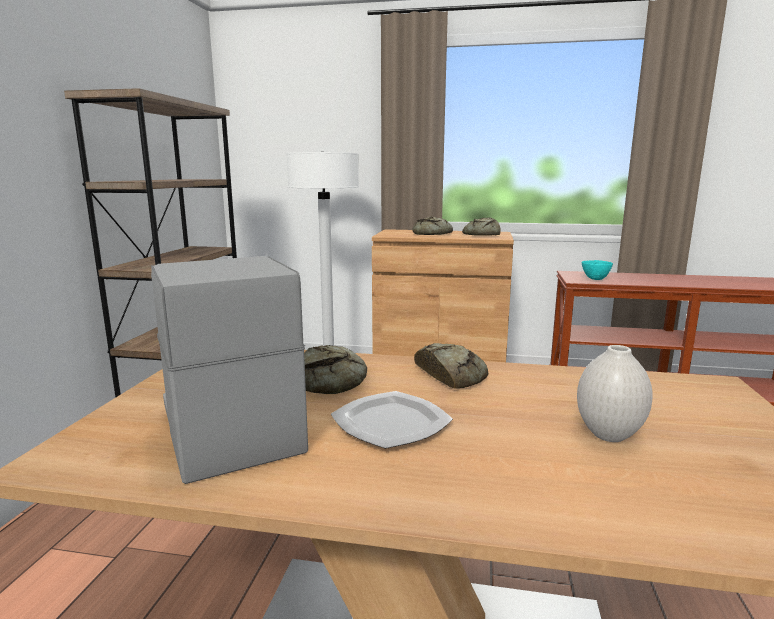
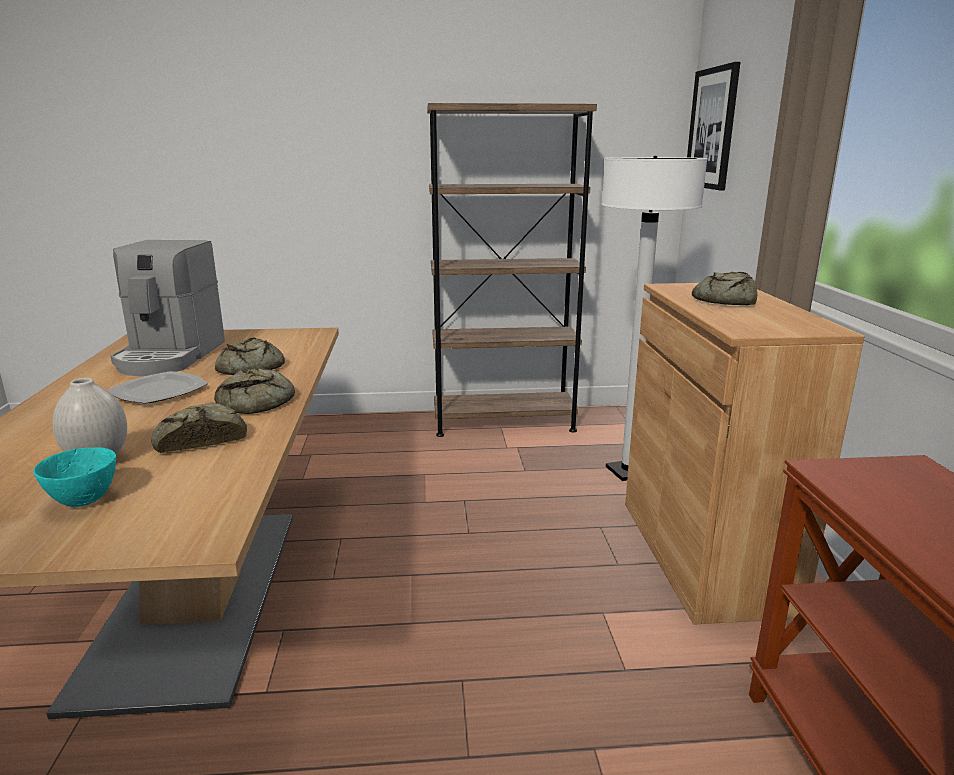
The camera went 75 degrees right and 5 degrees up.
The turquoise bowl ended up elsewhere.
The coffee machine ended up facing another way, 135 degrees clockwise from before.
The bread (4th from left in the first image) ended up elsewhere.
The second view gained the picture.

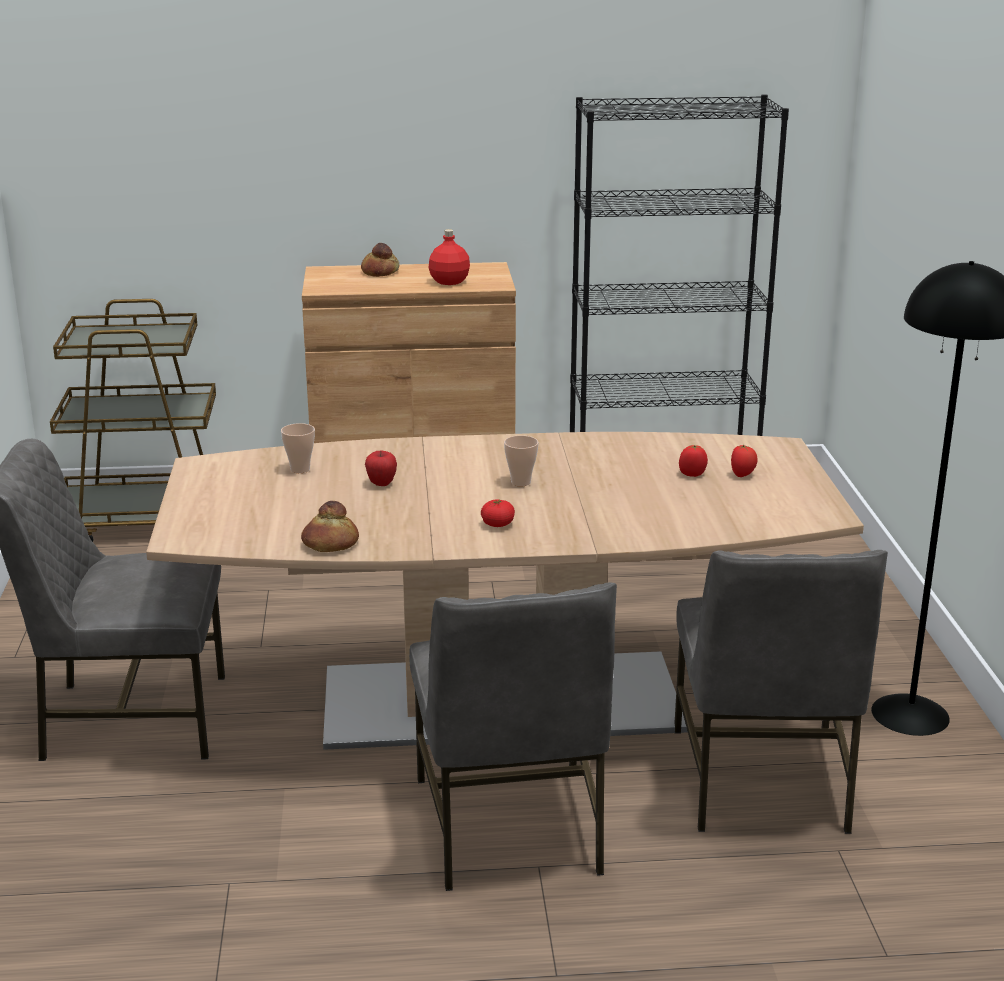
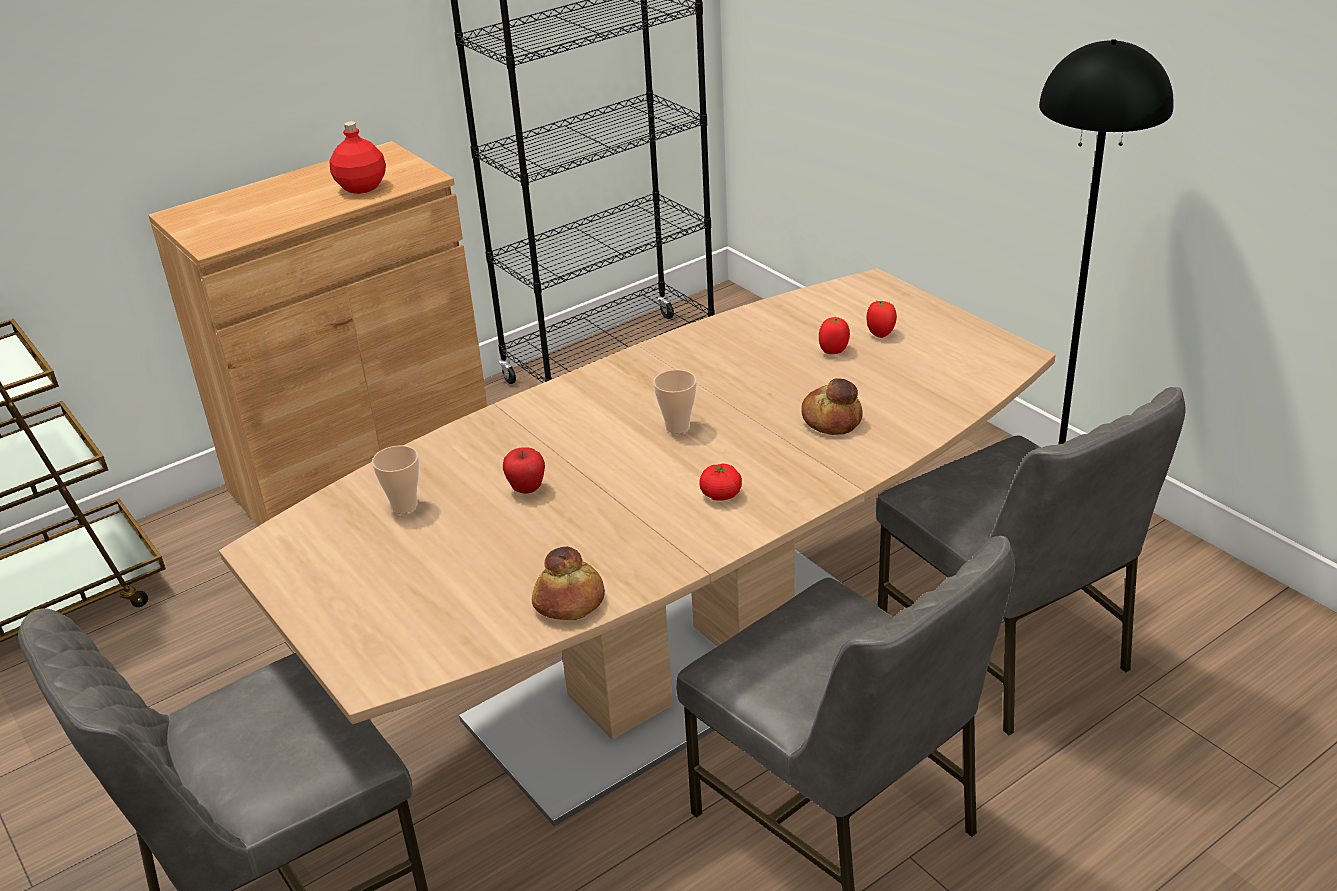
The camera went 30 degrees left and 10 degrees up.
The bread (2nd from left) ended up elsewhere.

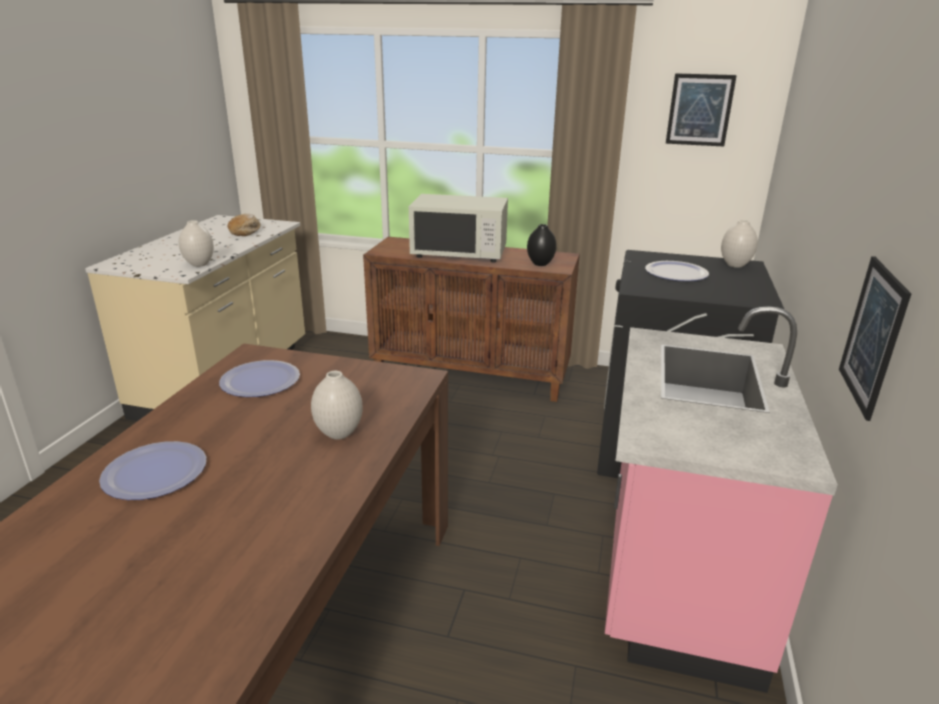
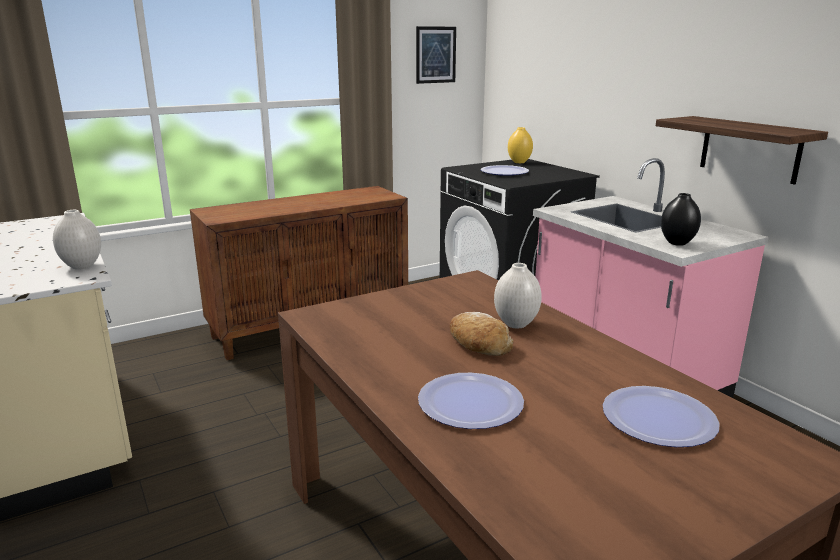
The camera went 45 degrees left and 5 degrees down.
The bread ended up elsewhere.
What was the white vase (3rd from left) turned into the yellow vase.
The plate (2nd from left in the first image) ended up elsewhere.
Where the picture (2nd from left) hung, the shelf came to hang.
The black vase ended up elsewhere.
The second view lost the white microwave.

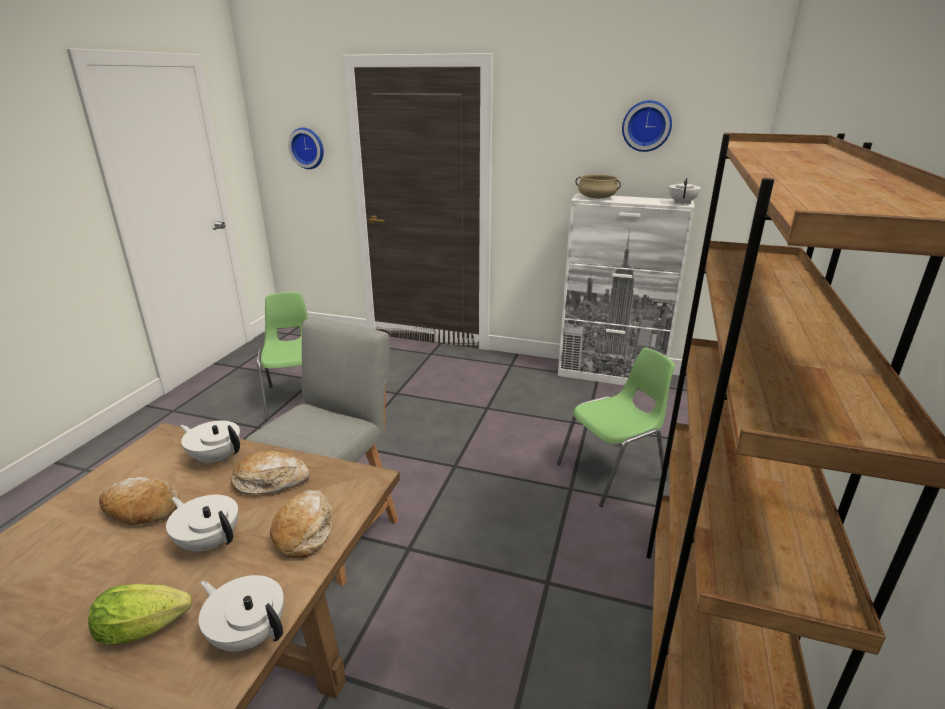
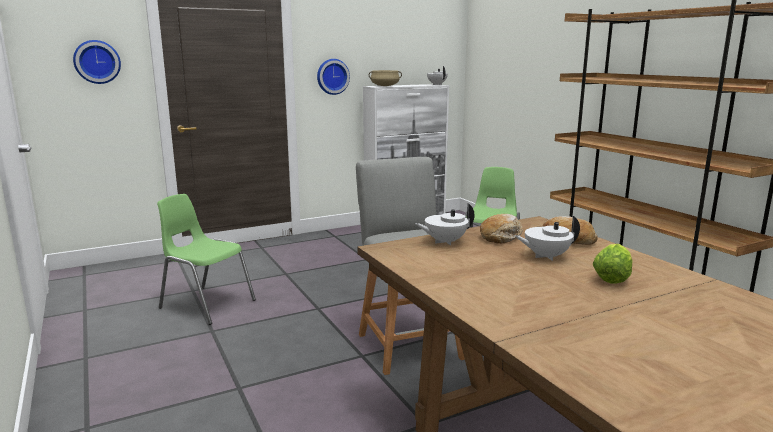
The camera went 45 degrees left and 10 degrees down.
The wall clock (2nd from left) ended up elsewhere.
The second view lost the bread (1st from left).
The second view lost the white teapot (3rd from left).

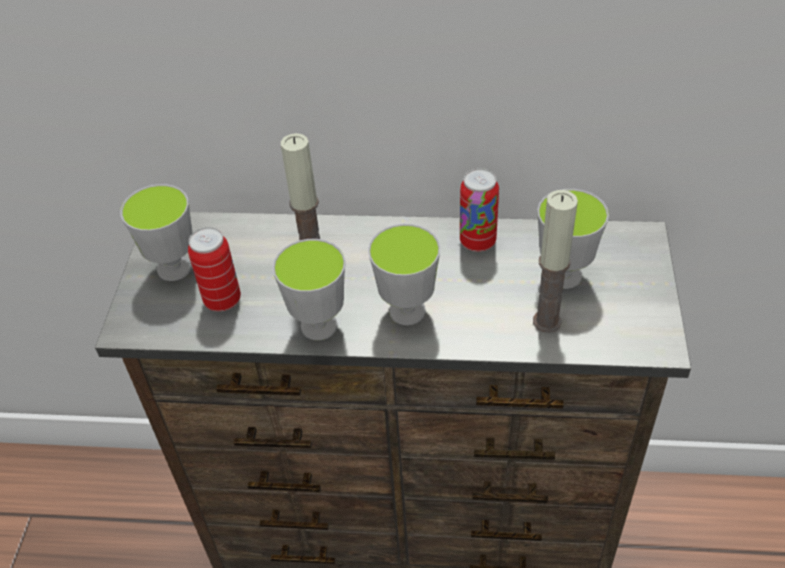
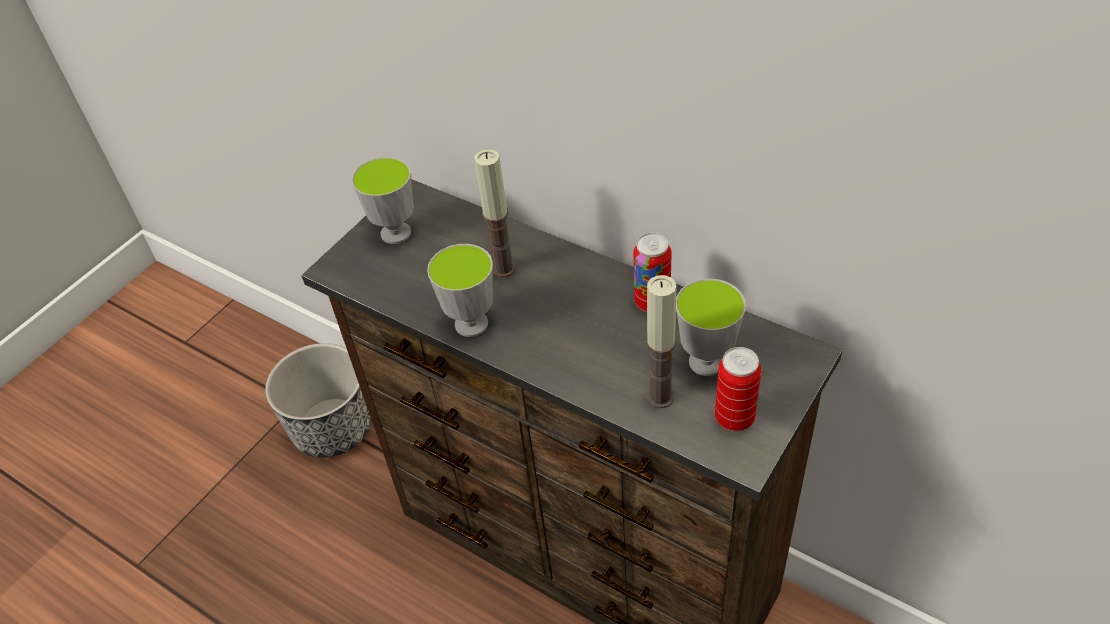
The camera went 30 degrees right and 0 degrees up.
The second view gained the planter.
The can (1st from left in the first image) ended up elsewhere.
The second view lost the cup (3rd from left).

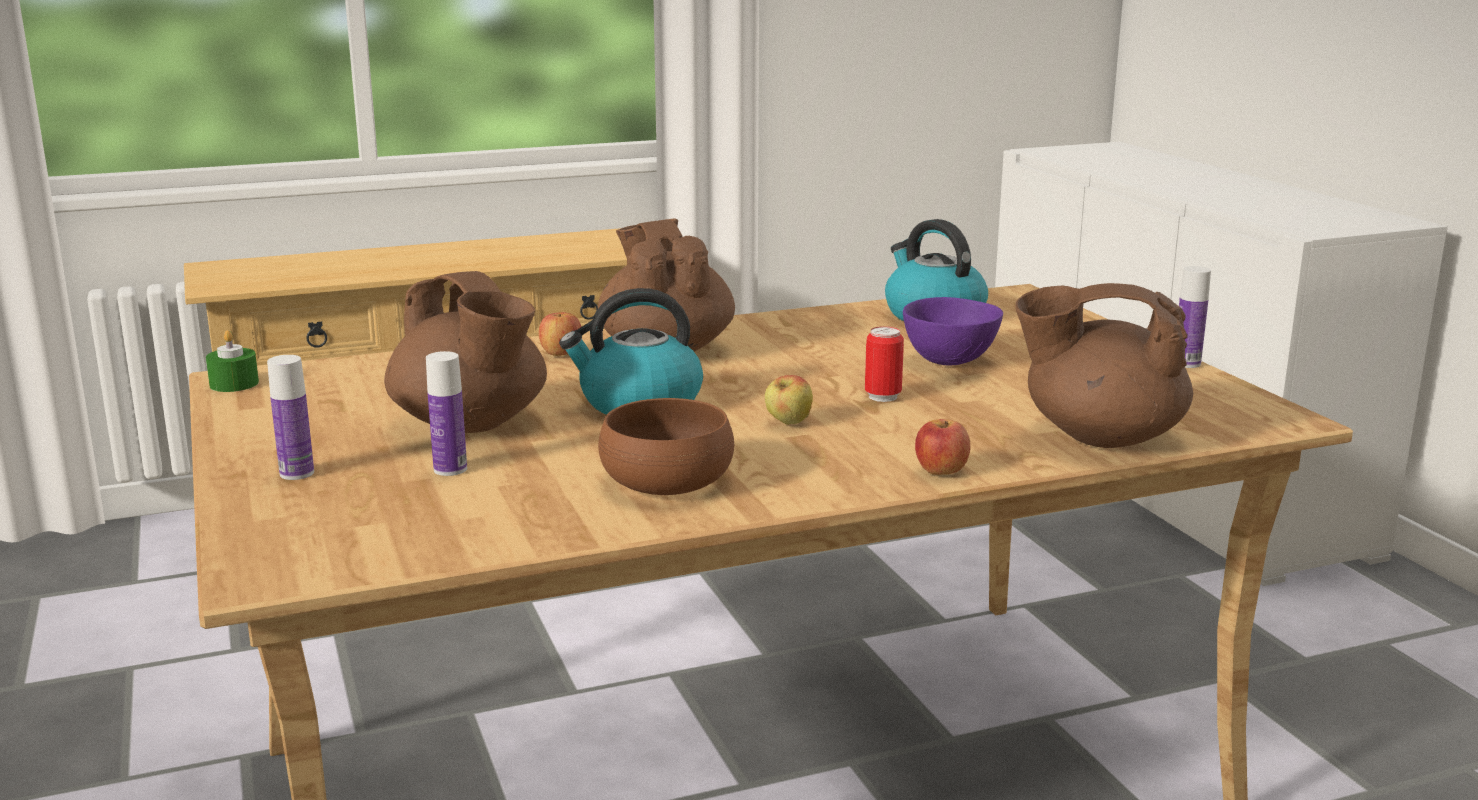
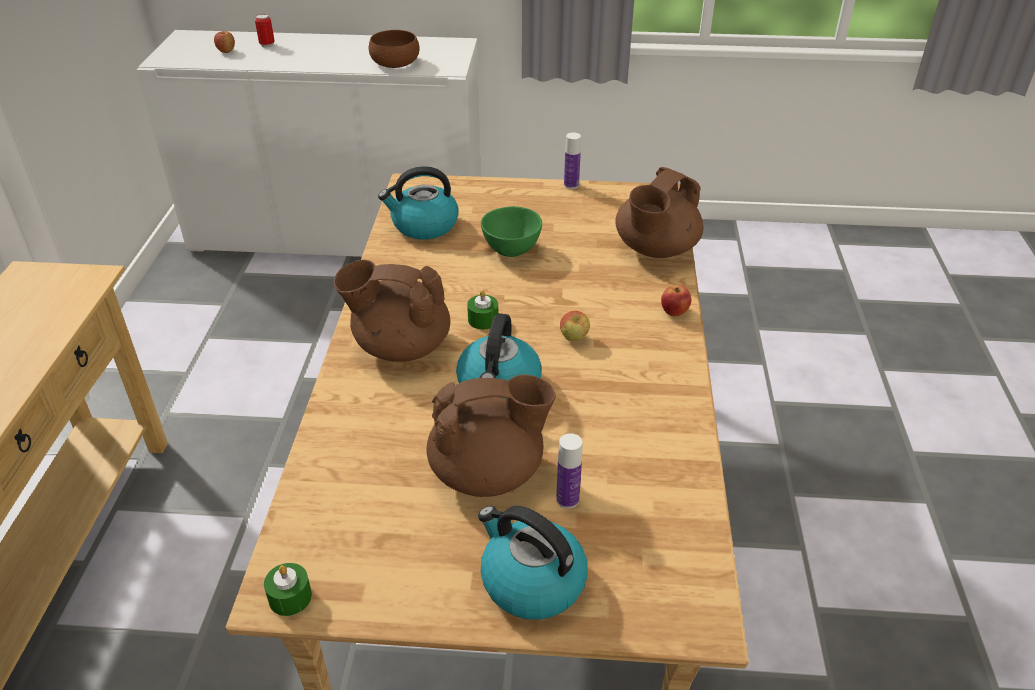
The camera went 65 degrees left and 20 degrees up.
The apple (1st from left) ended up elsewhere.
The can ended up elsewhere.
The brown bowl ended up elsewhere.
The second view gained the green candle (2nd from left).
Where the bottle (1st from left) stood, the kettle (3rd from left) came to stand.
What was the purple bowl turned into the green bowl.

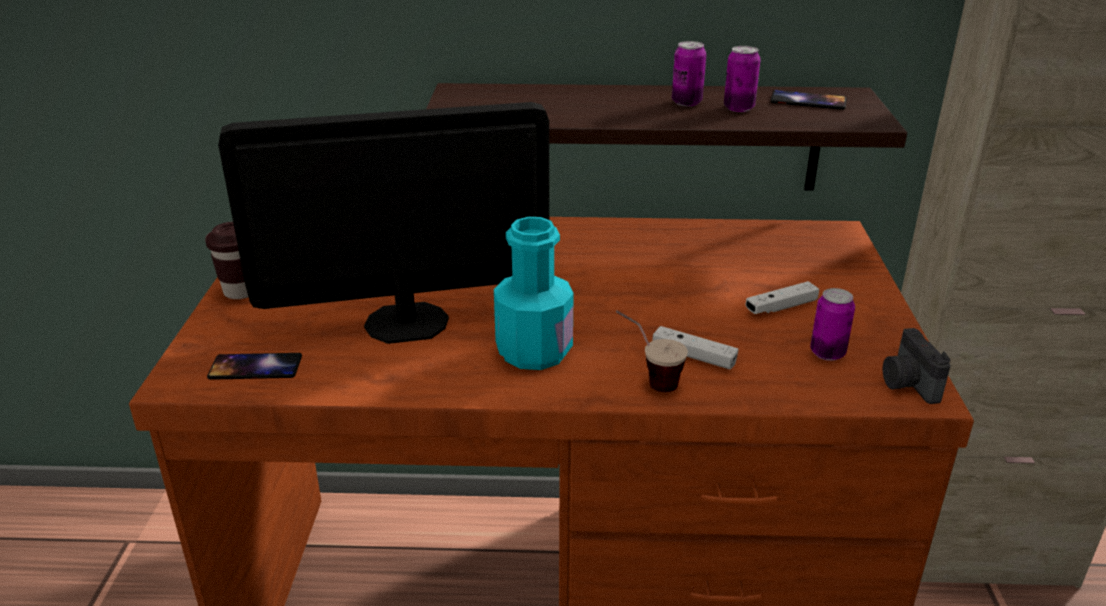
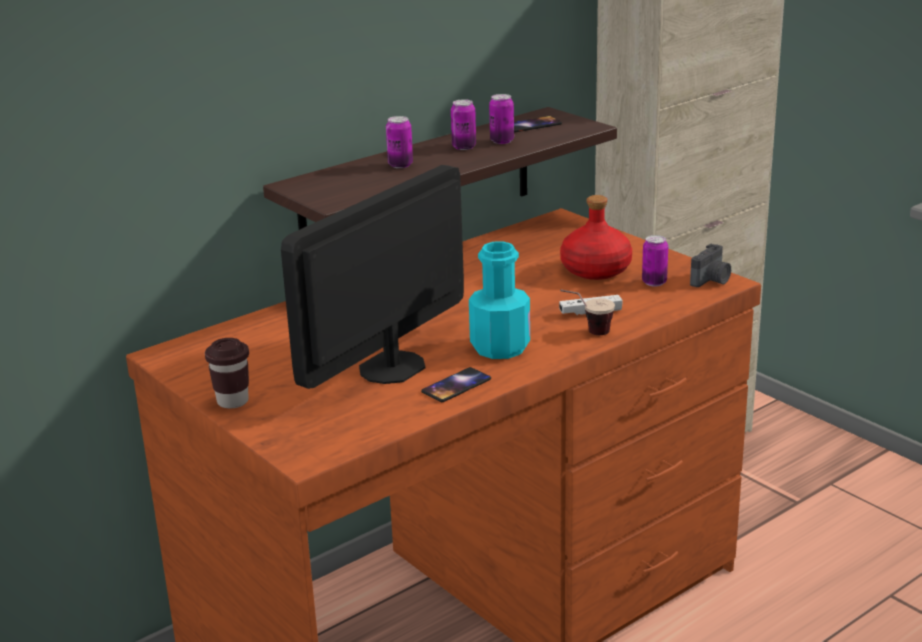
The camera went 40 degrees left and 5 degrees down.
The second view gained the can (1st from left).
The phone (1st from left) ended up elsewhere.
Where the white game controller (2nd from left) stood, the red bottle came to stand.
The photo camera ended up facing another way, 90 degrees counterclockwise from before.

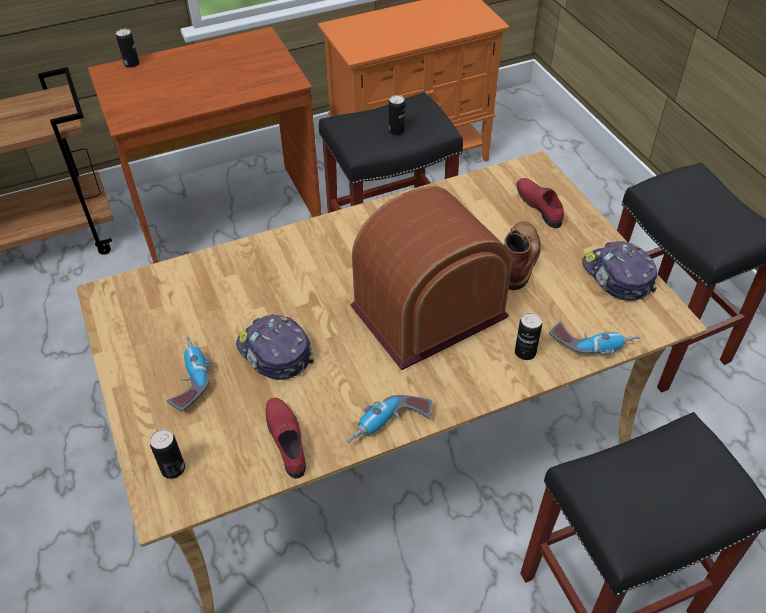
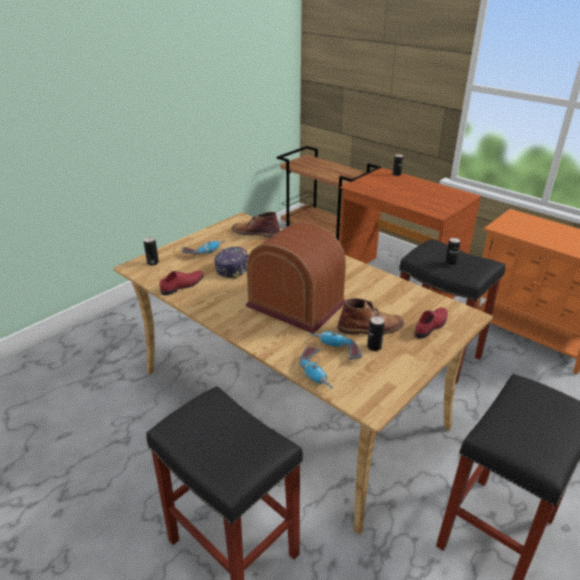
The camera went 65 degrees right and 15 degrees down.
The second view gained the brown boot (1st from left).
The power drill (2nd from left in the first image) ended up elsewhere.
The can (4th from left in the first image) ended up elsewhere.
The second view lost the cap (2nd from left).

